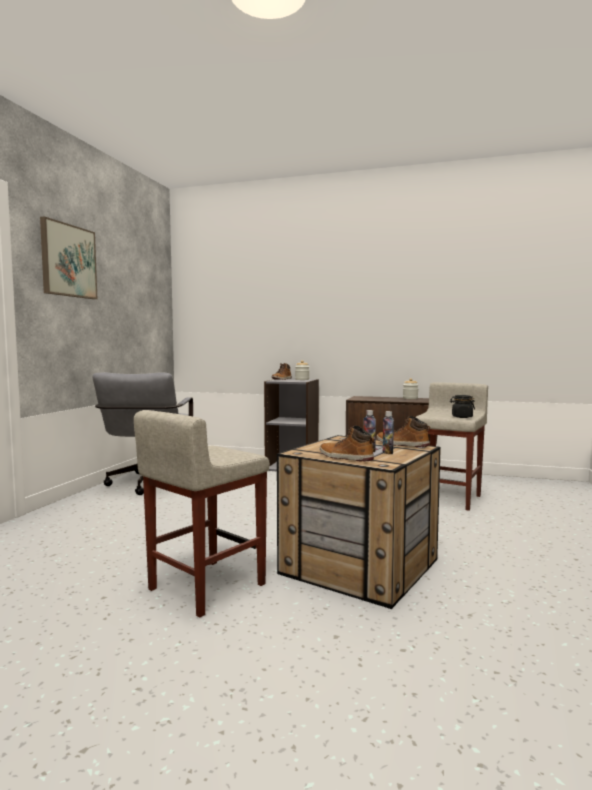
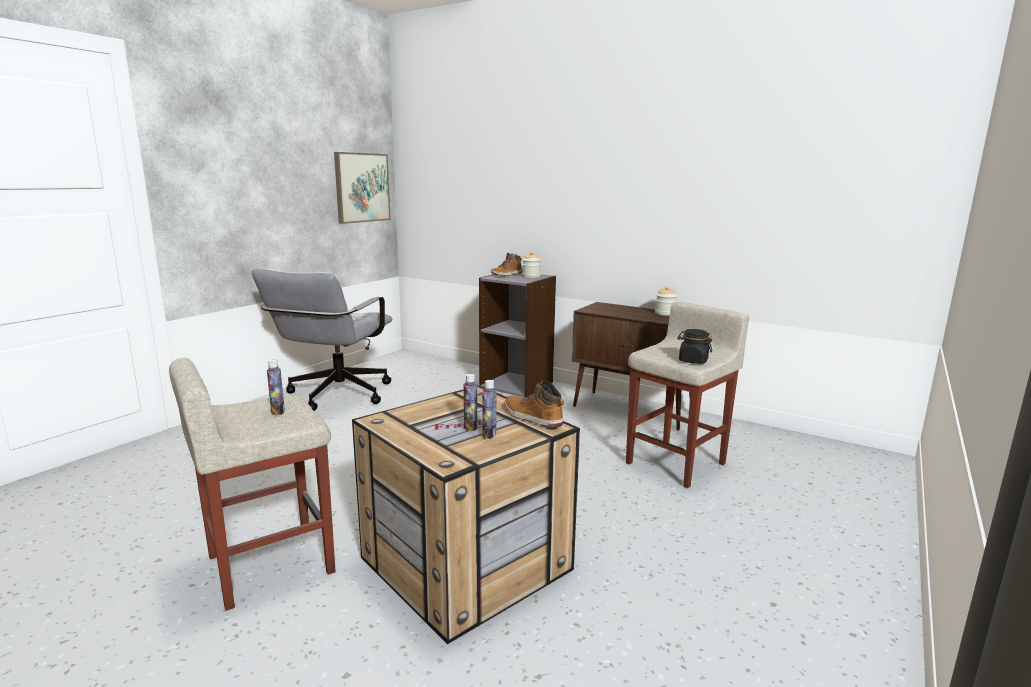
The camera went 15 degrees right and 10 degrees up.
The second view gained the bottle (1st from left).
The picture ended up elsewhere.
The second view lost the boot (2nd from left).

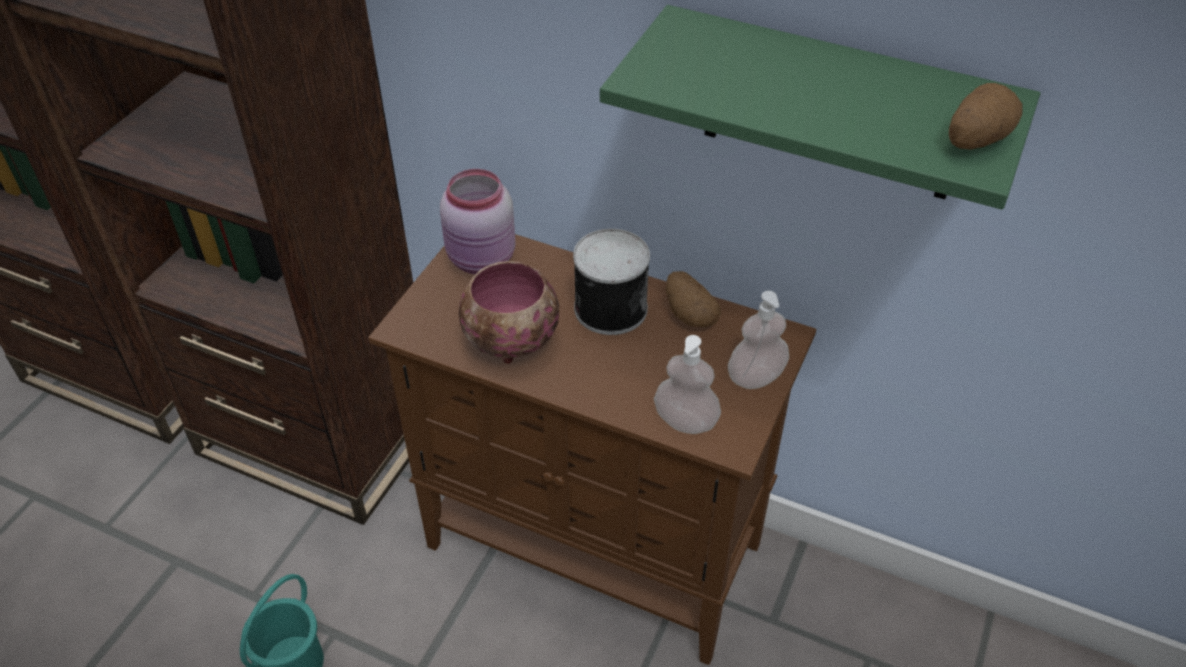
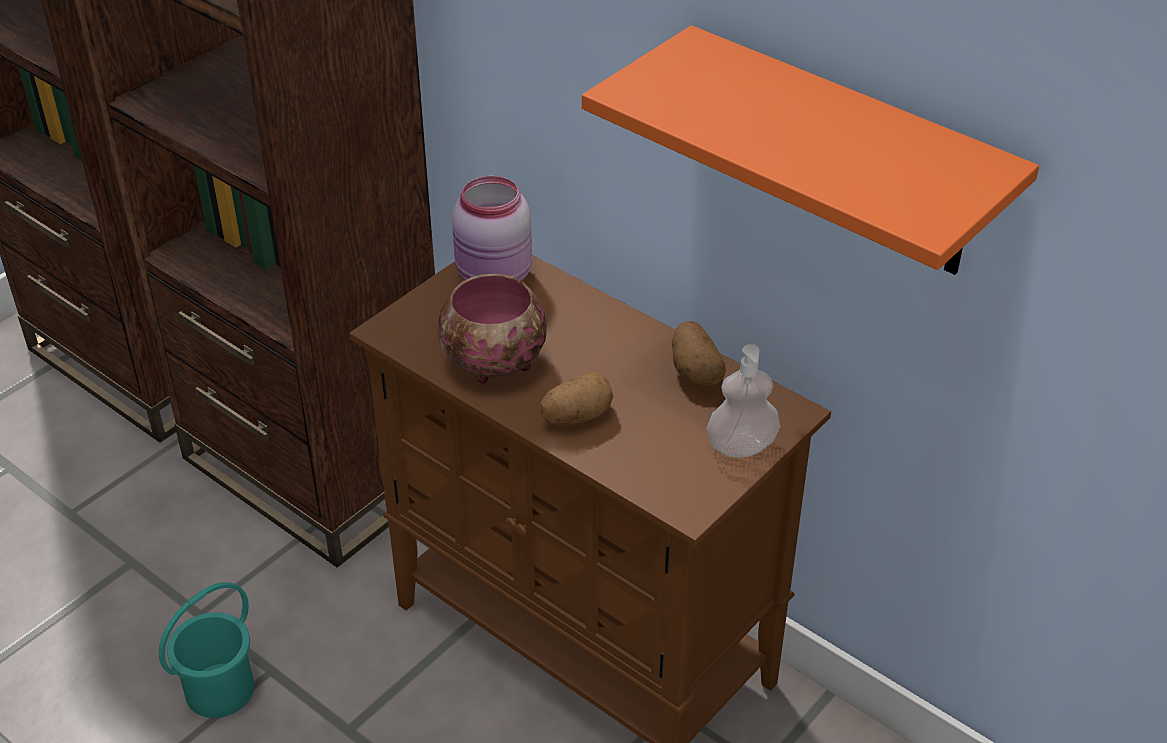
The camera went 15 degrees right and 5 degrees down.
The potato (2nd from left in the first image) ended up elsewhere.
What was the green shelf turned into the orange shelf.
The second view lost the can.
The second view lost the soap dispenser (1st from left).

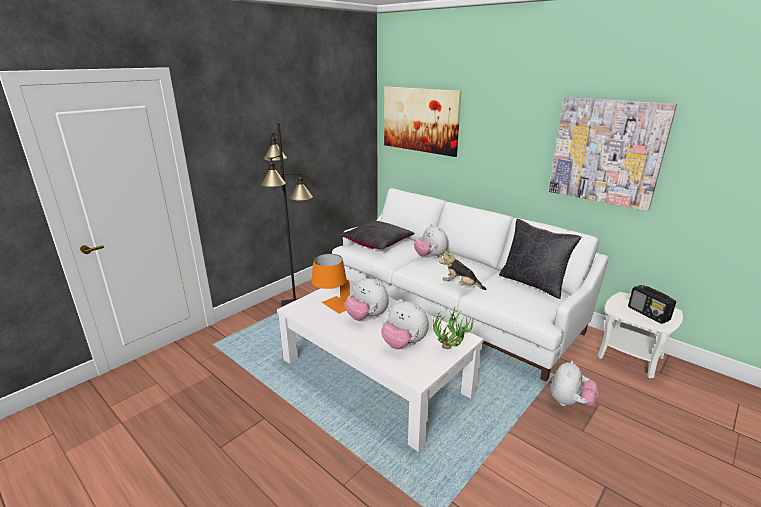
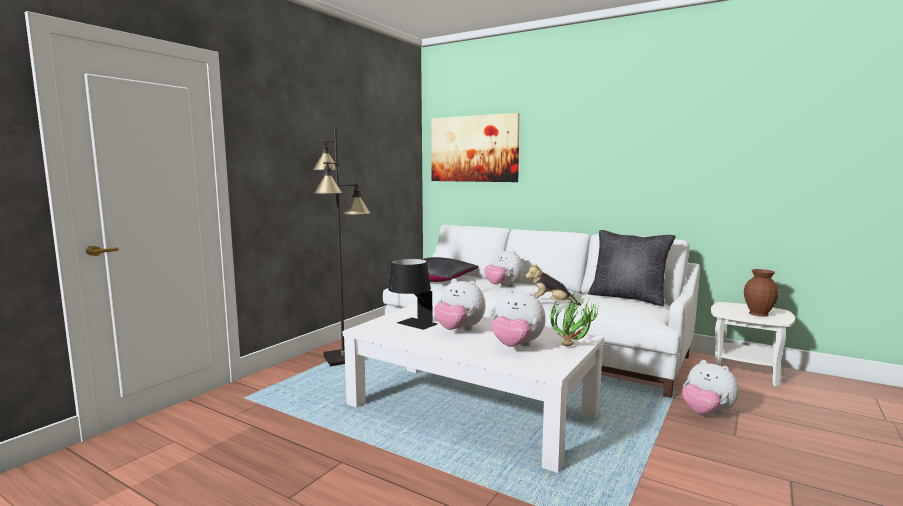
The camera went 10 degrees left and 15 degrees down.
What was the orange table lamp turned into the black table lamp.
The plush toy (5th from left) ended up facing another way, 120 degrees clockwise from before.
Where the radio stood, the brown vase came to stand.
The second view lost the picture (2nd from left).

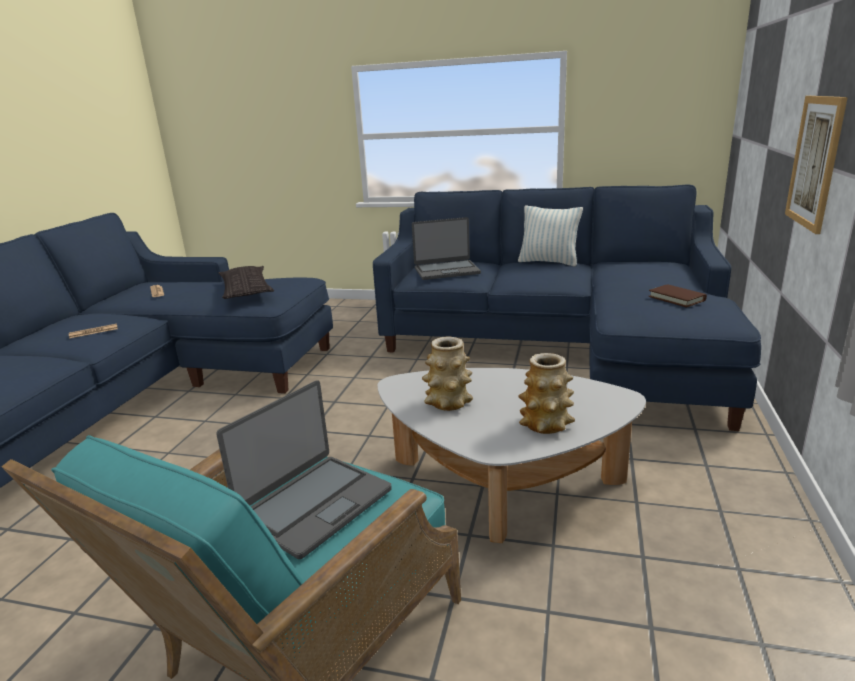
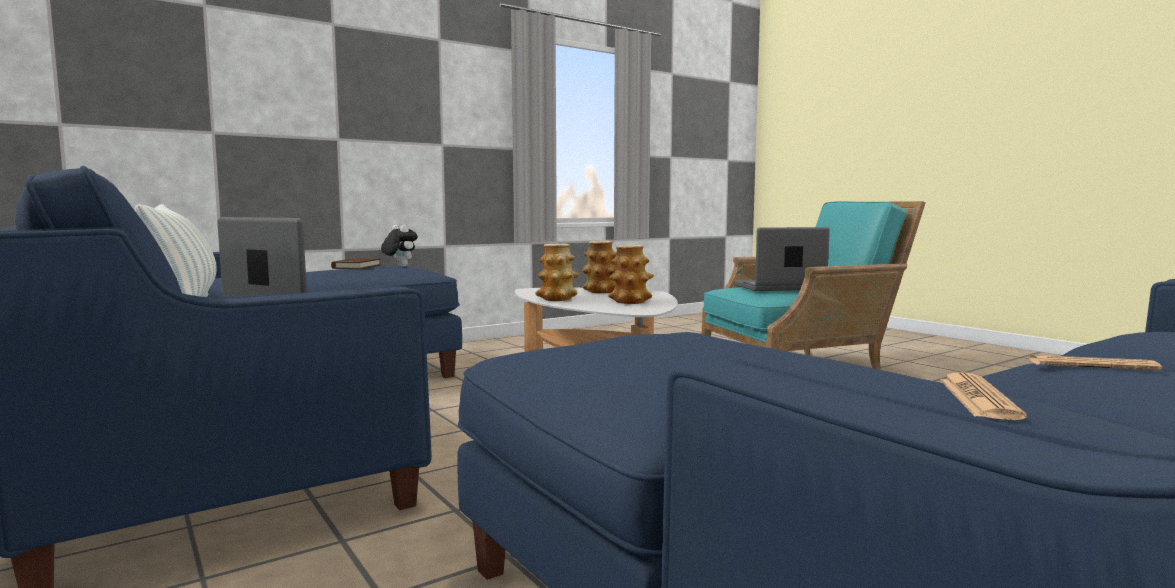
The camera went 140 degrees left and 15 degrees down.
The second view gained the plush toy.
The second view gained the vase (1st from left).
The second view lost the pillow (1st from left).
The second view lost the picture.

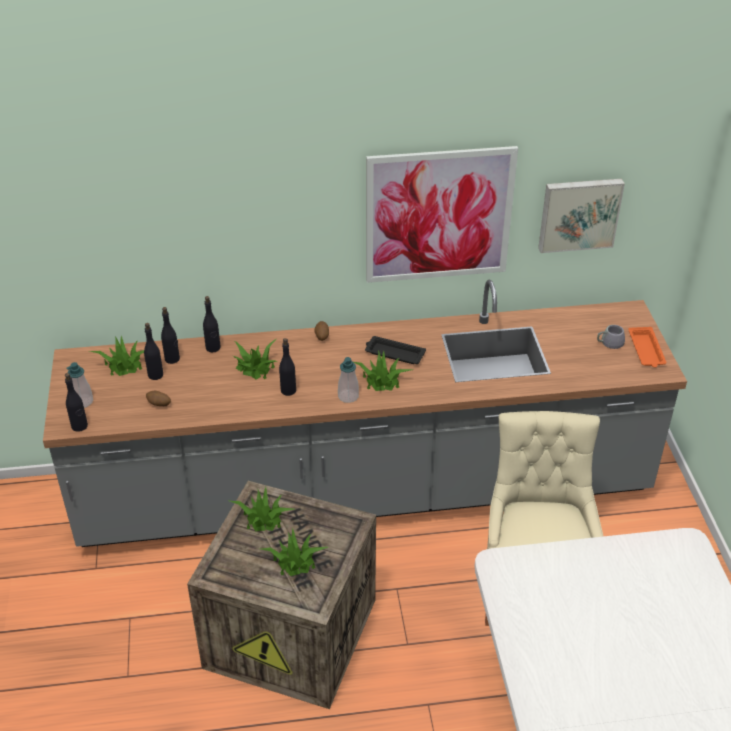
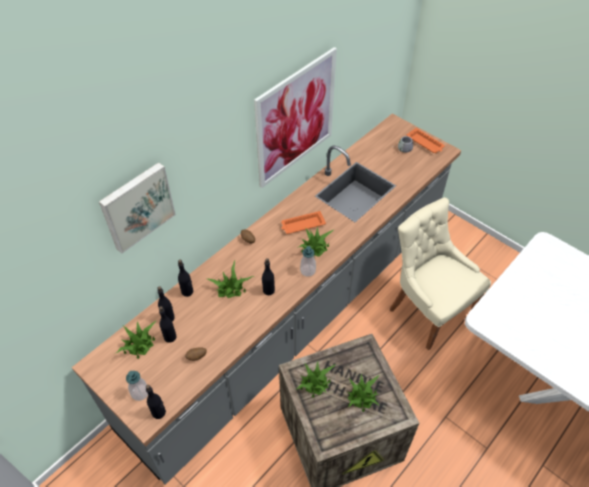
The camera went 40 degrees left and 10 degrees up.
The picture (2nd from left in the first image) ended up elsewhere.
What was the black tray turned into the orange tray (1st from left).

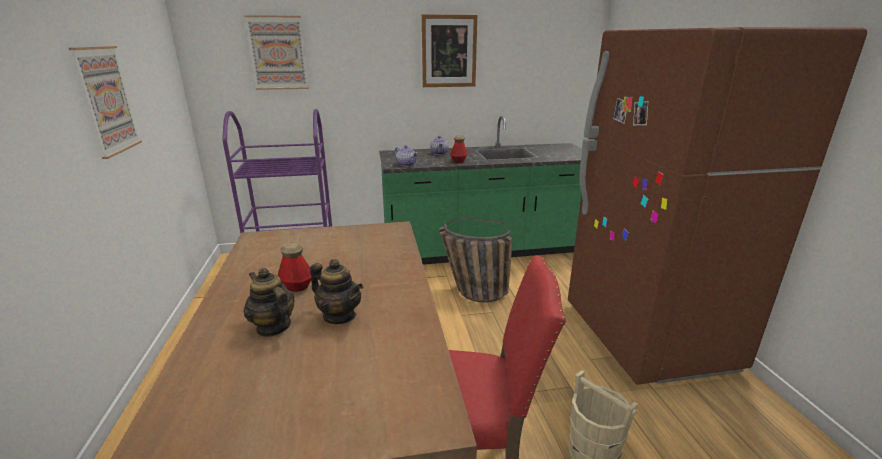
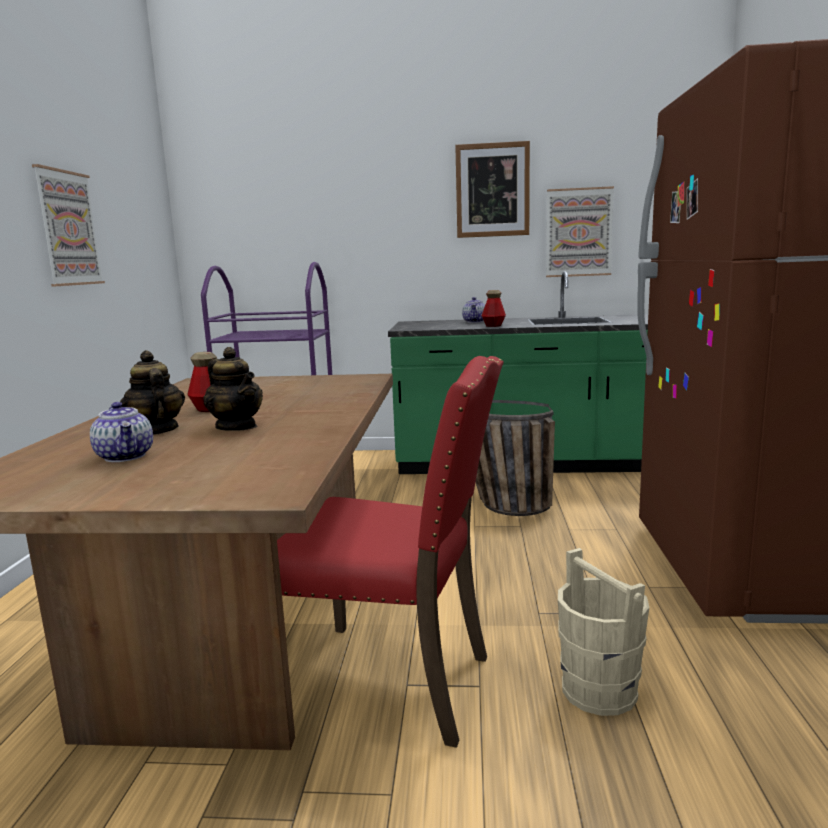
The camera went 15 degrees right and 10 degrees down.
The teapot (3rd from left in the first image) ended up elsewhere.
The picture (2nd from left in the first image) ended up elsewhere.

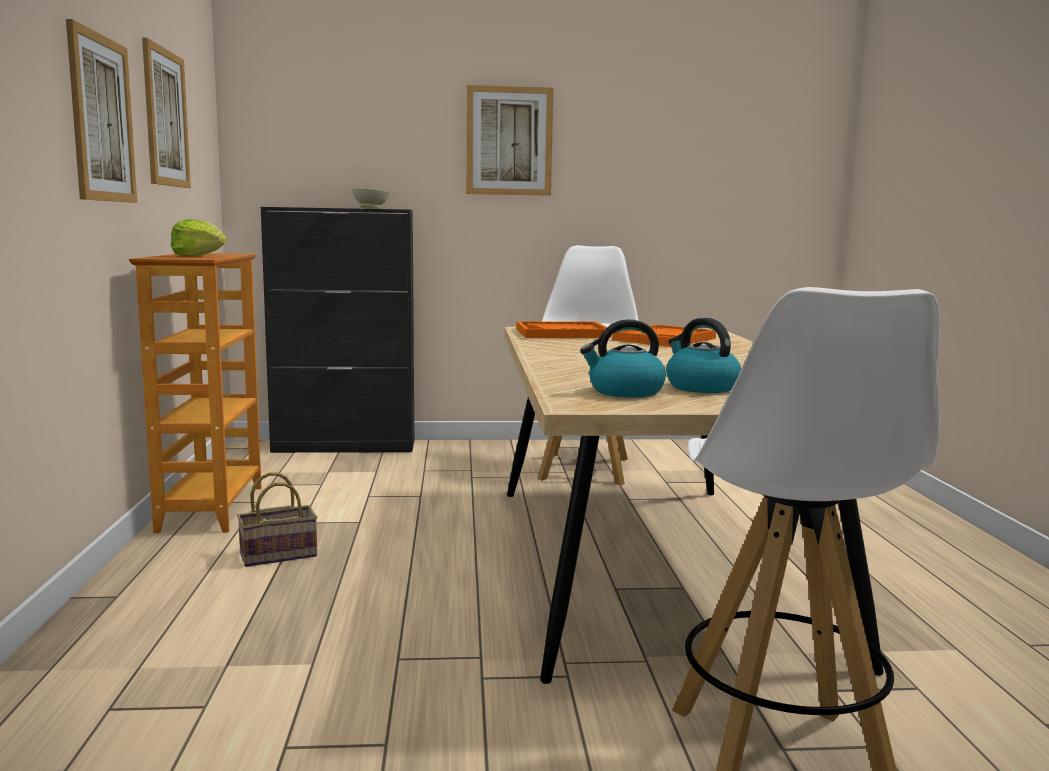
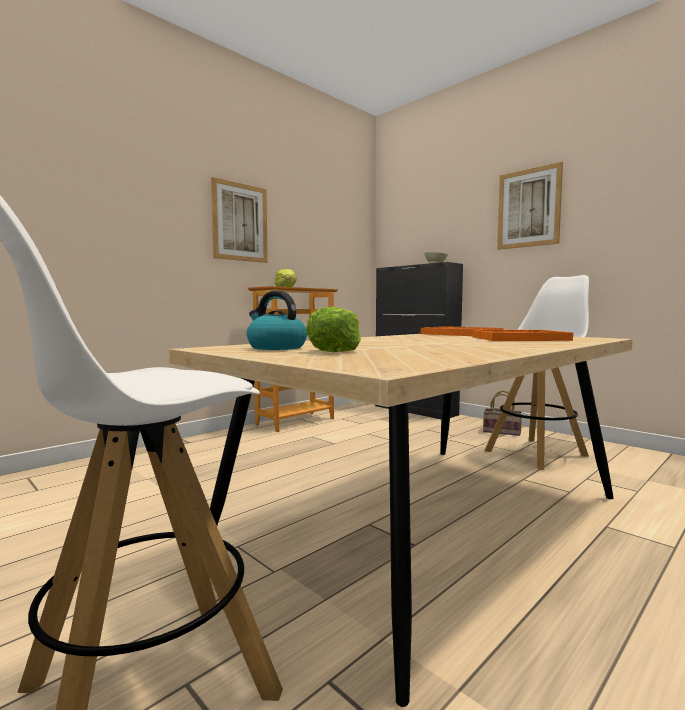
The camera went 50 degrees right and 5 degrees down.
Where the kettle (2nd from left) stood, the lettuce (2nd from left) came to stand.
The basket ended up elsewhere.
The second view lost the picture (2nd from left).

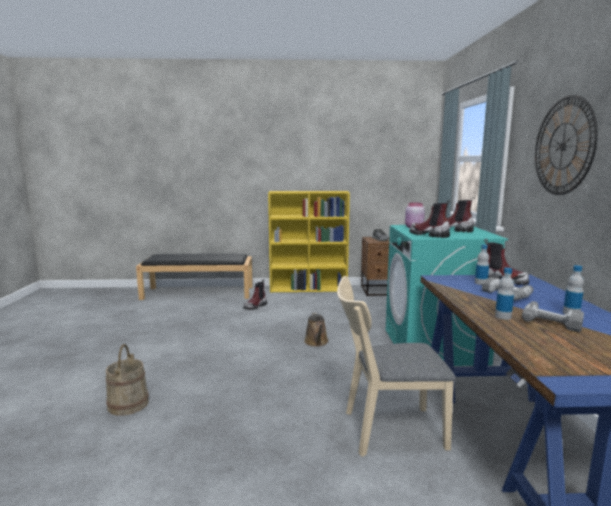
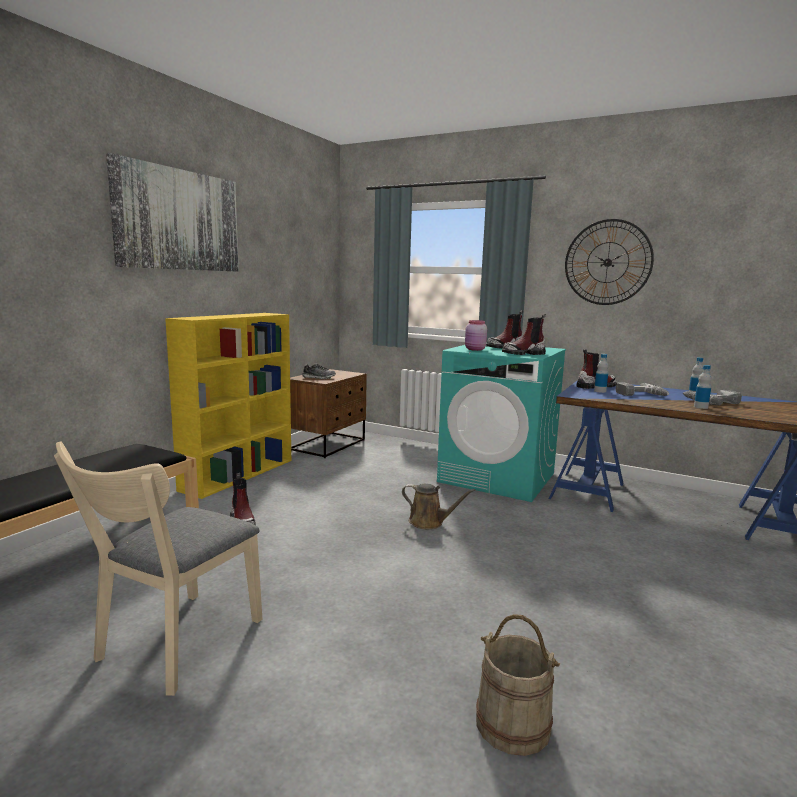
The camera went 60 degrees left and 0 degrees up.
The beige chair ended up elsewhere.
The second view gained the picture.

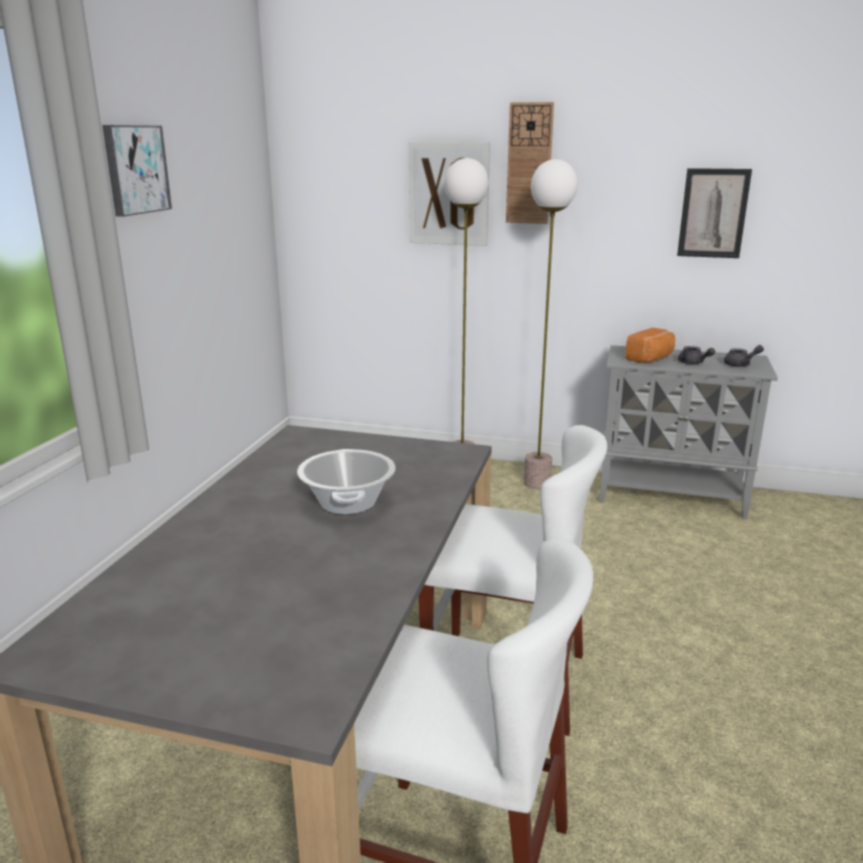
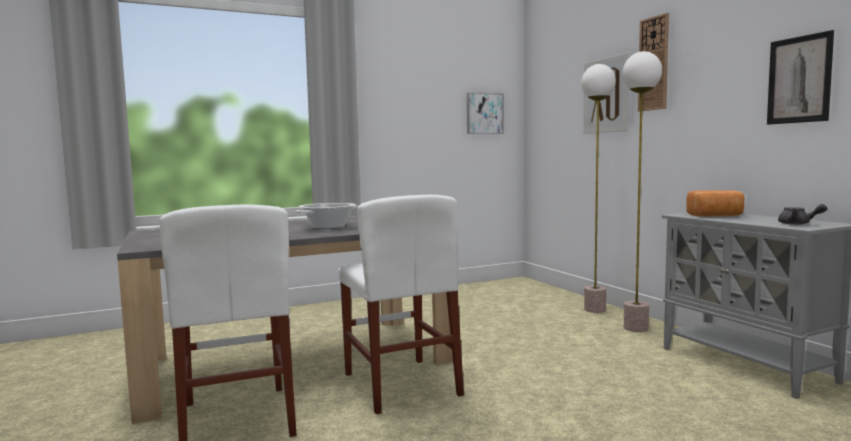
The camera went 50 degrees right and 15 degrees down.
The picture (1st from left) ended up elsewhere.
The second view lost the grey teapot (1st from left).

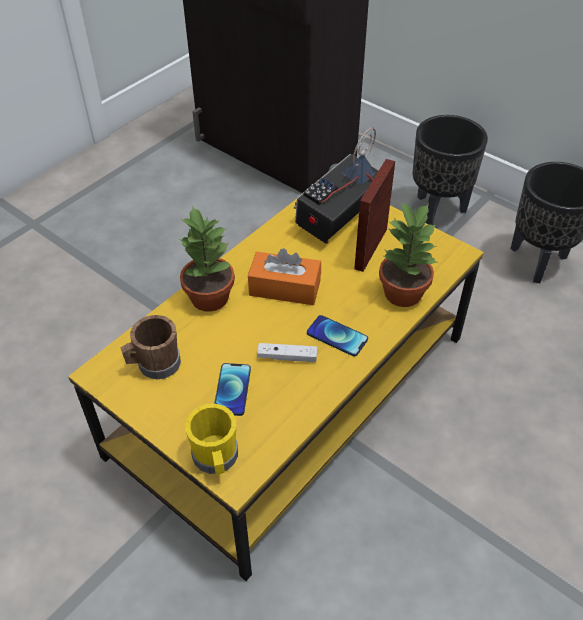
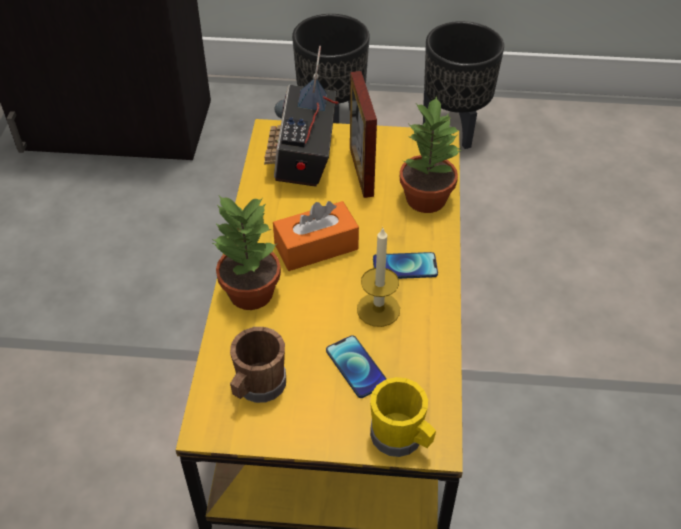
The camera went 35 degrees left and 0 degrees up.
Where the white game controller stood, the candle came to stand.

